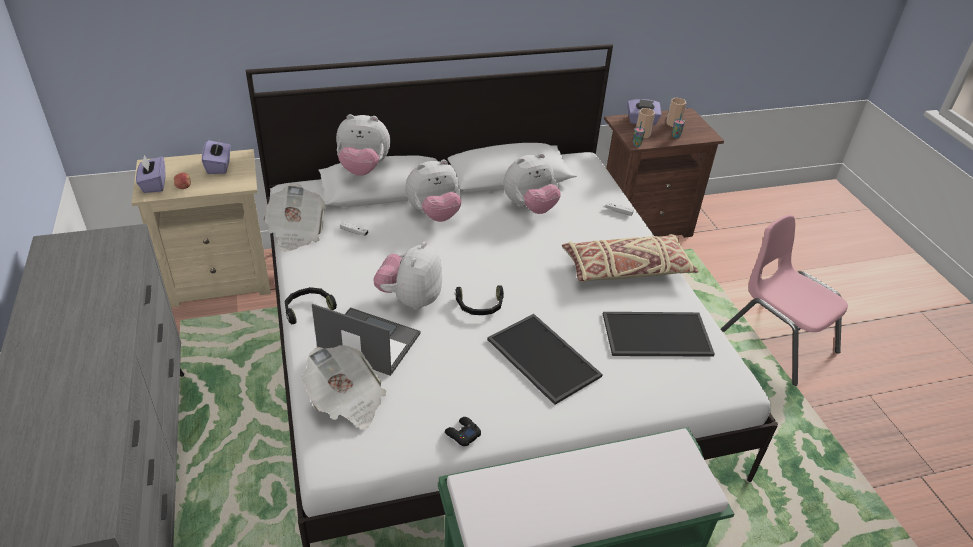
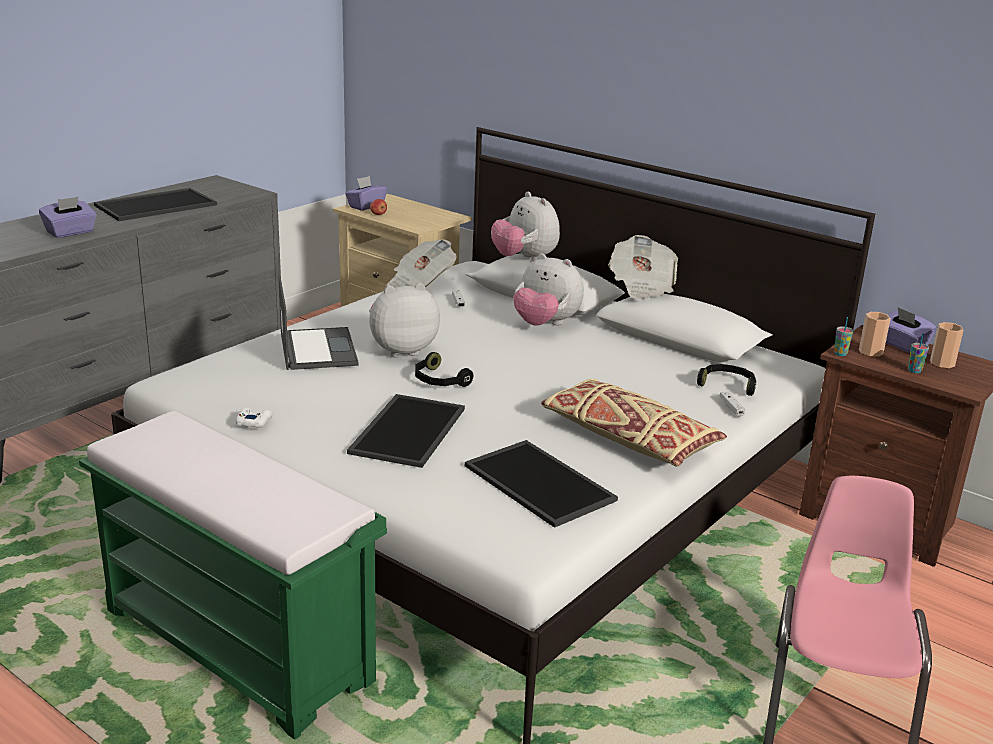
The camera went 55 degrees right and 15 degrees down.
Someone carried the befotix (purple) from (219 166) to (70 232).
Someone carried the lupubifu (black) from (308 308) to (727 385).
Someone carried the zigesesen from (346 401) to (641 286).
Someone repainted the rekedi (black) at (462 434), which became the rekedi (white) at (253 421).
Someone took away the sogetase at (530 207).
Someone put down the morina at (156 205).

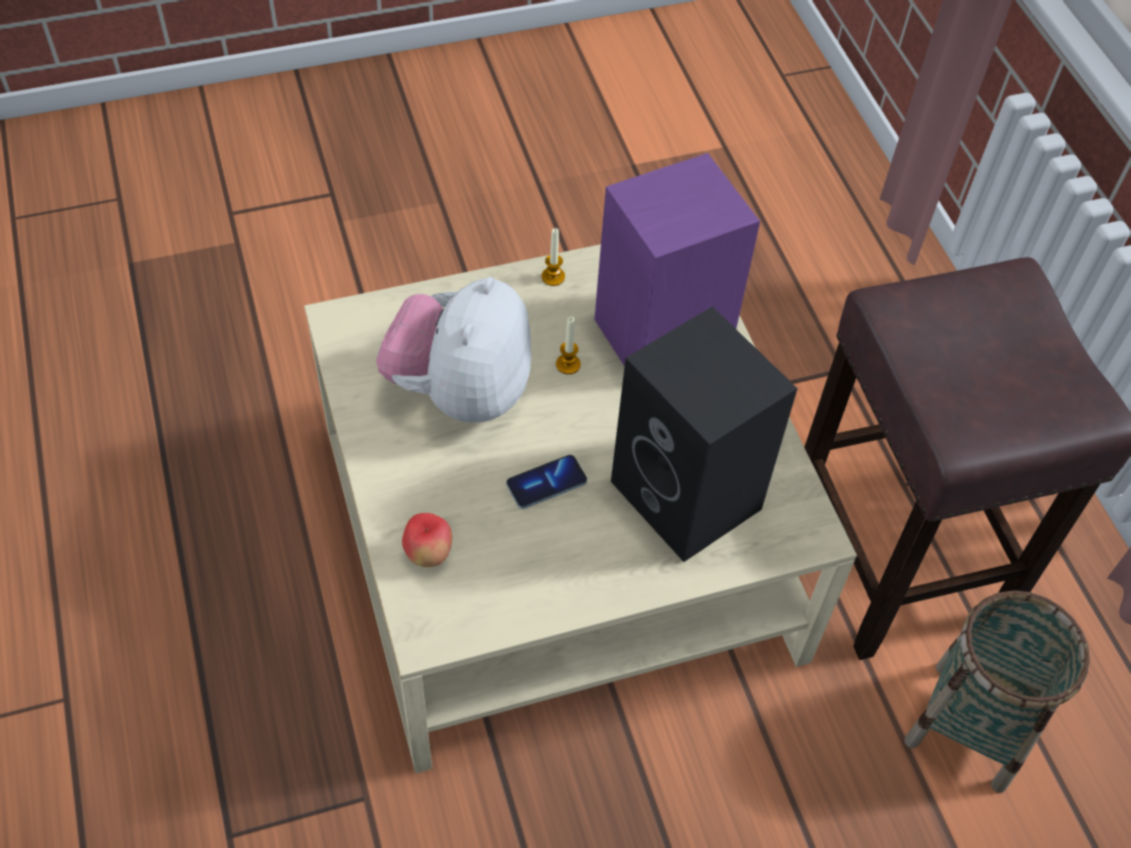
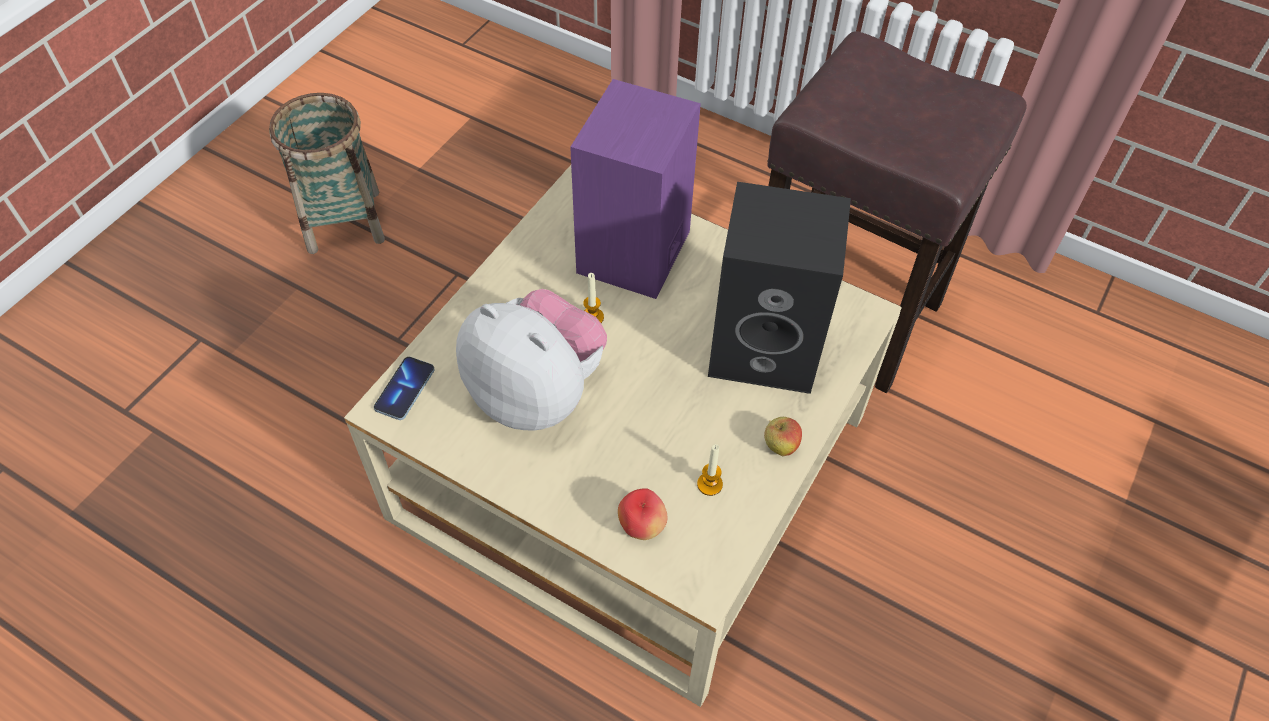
The camera went 40 degrees left and 0 degrees up.
Someone rotated the sogetase at (460 391) by 150 degrees clockwise.
Someone carried the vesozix from (546 483) to (405 389).
Someone carried the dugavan from (553 277) to (709 484).
Someone carried the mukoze from (970 726) to (344 221).
Someone put down the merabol at (780 446).

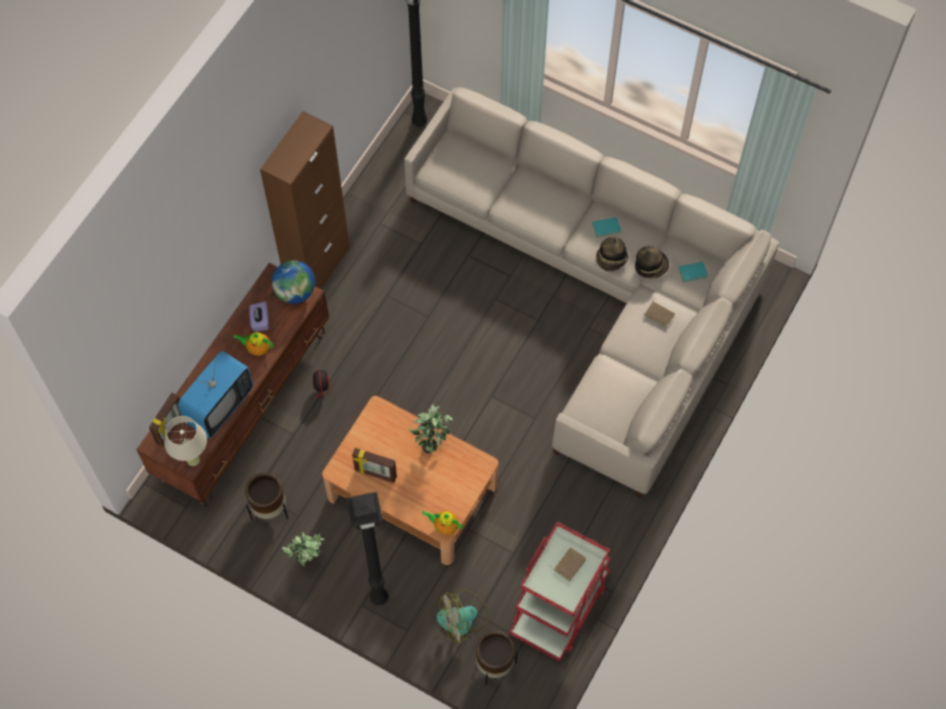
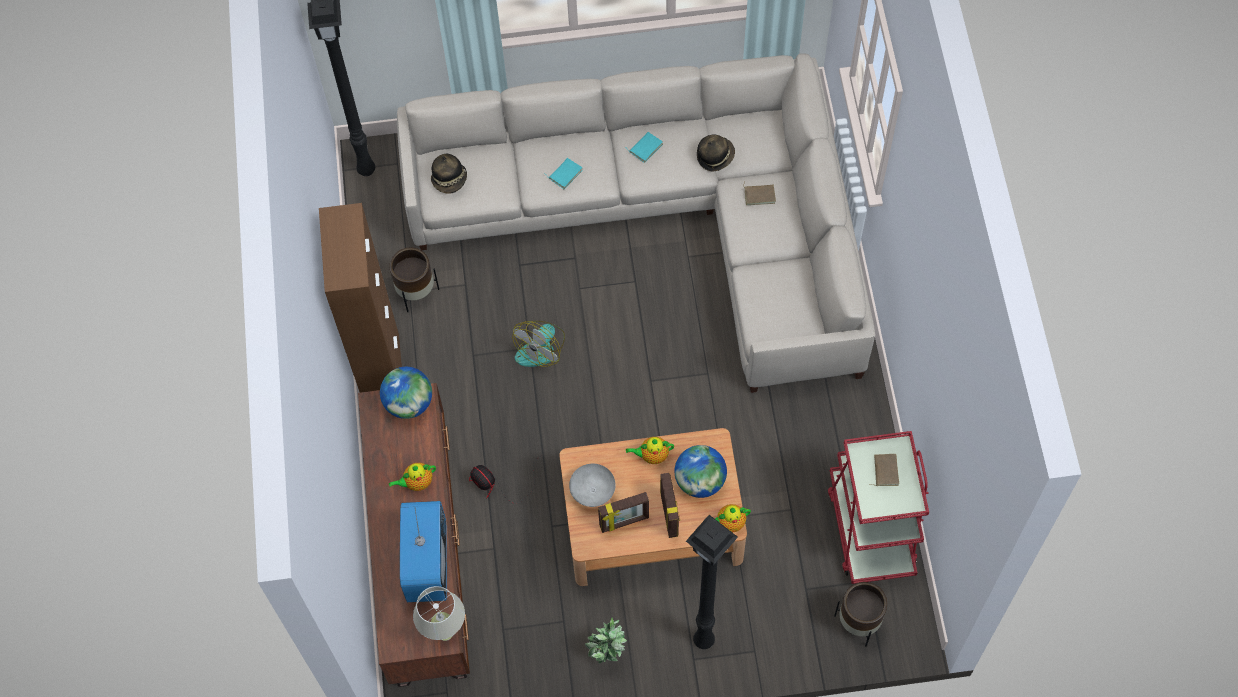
The camera went 35 degrees left and 0 degrees up.
Someone carried the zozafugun from (171 428) to (670 514).
Someone carried the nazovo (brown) from (269 508) to (416 292).
Someone took away the befotix (purple) at (260 321).
Someone swapped the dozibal at (432 442) for the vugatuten at (652 455).
Someone carried the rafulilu from (463 618) to (541 347).
Someone carried the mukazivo from (611 259) to (450 179).
Someone carried the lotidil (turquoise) from (692 271) to (565 173).
Someone put down the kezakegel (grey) at (593 490).
Someone put down the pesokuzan at (700 481).

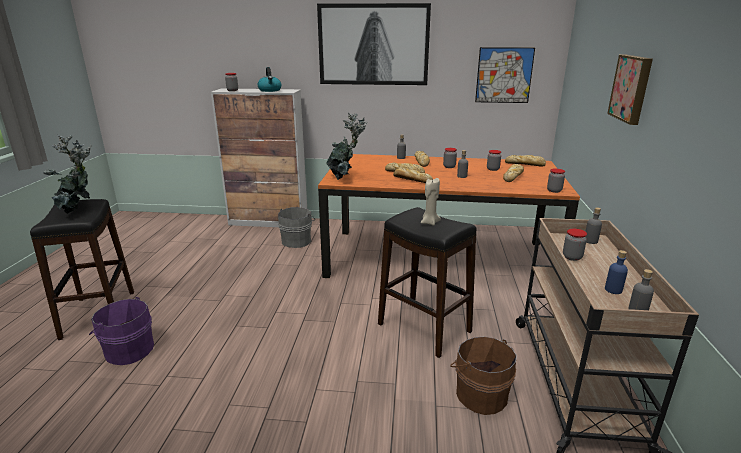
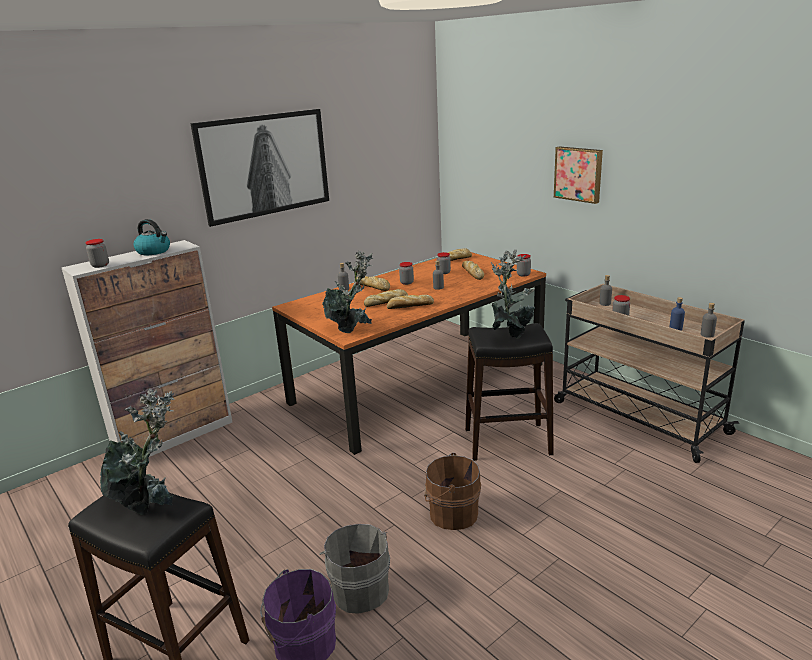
The camera went 45 degrees left and 0 degrees up.
Someone carried the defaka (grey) from (297 241) to (360 588).
Someone swapped the dugavan (beige) at (429 222) for the dozibal at (511 335).
Someone carried the defaka (brown) from (480 394) to (451 513).
Someone took away the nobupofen at (504 75).

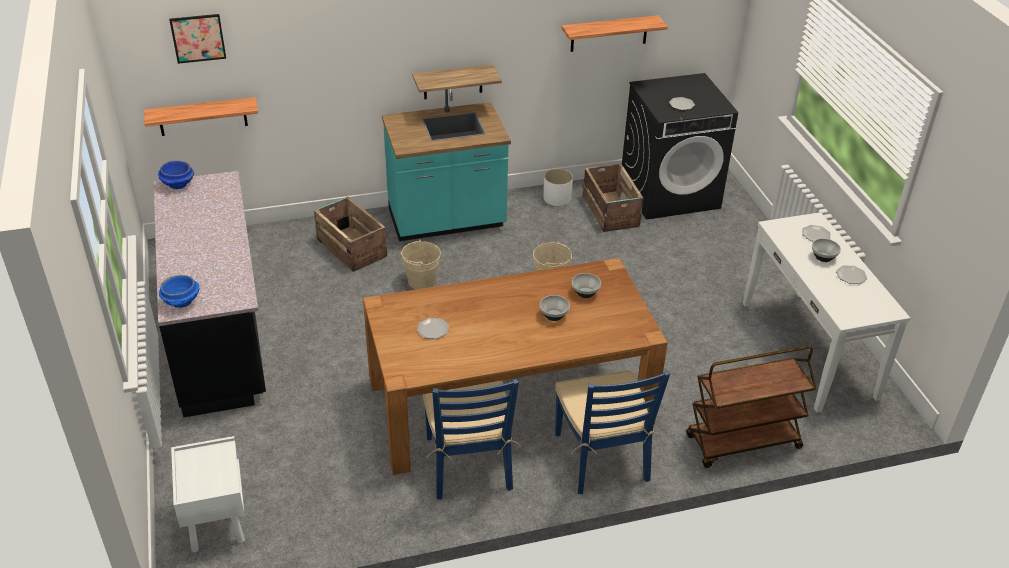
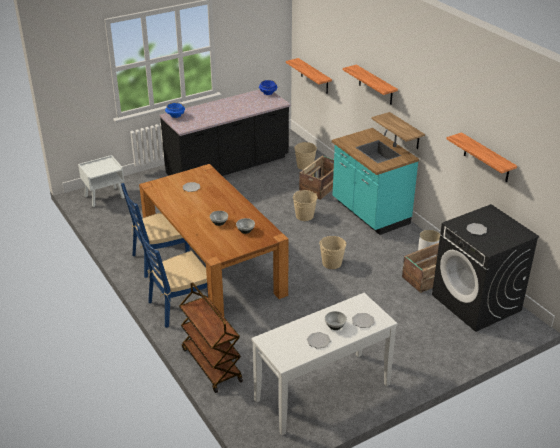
The camera went 75 degrees right and 5 degrees down.
Someone took away the nobupofen at (198 38).
Someone put down the defaka (beige) at (305 166).
Someone put up the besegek at (375 85).

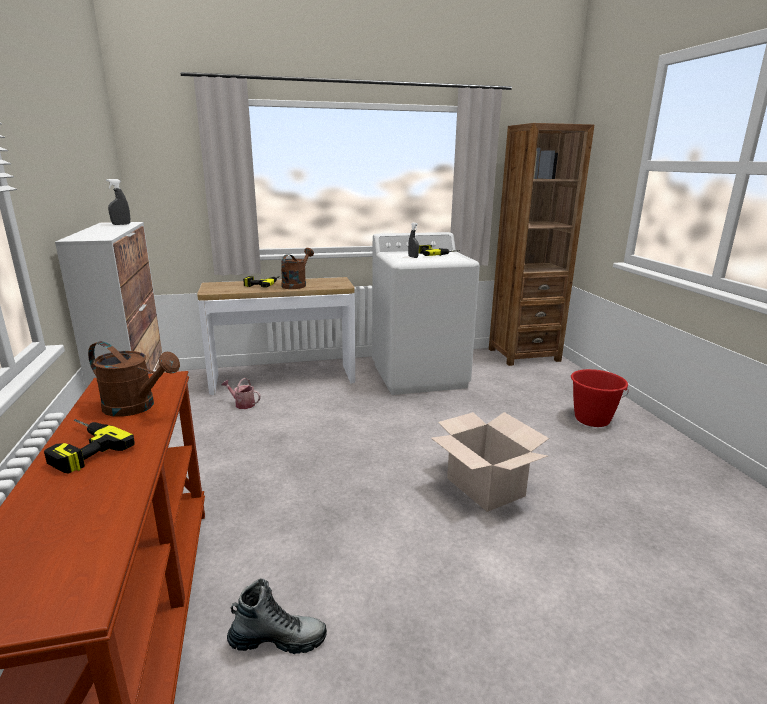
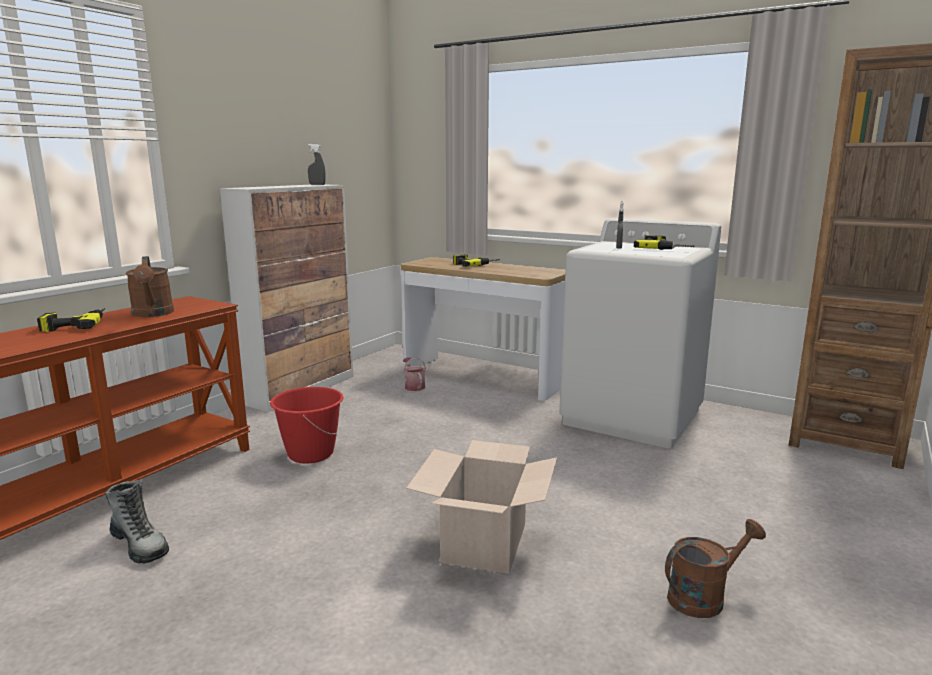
The camera went 45 degrees right and 5 degrees down.
Someone carried the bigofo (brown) from (296 285) to (703 596).
Someone carried the defaka (red) from (592 419) to (310 454).

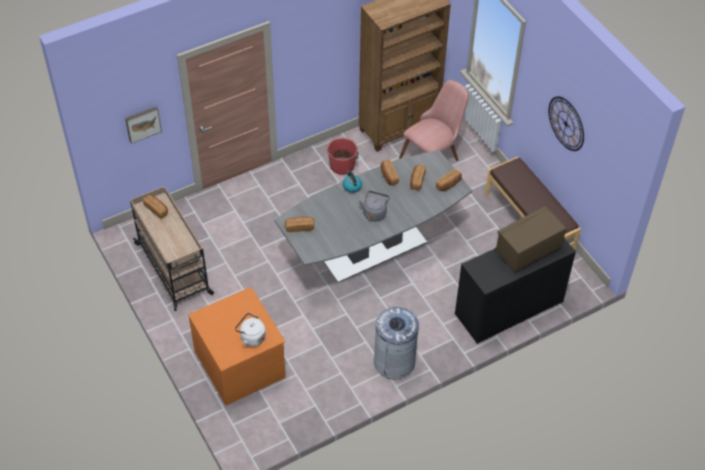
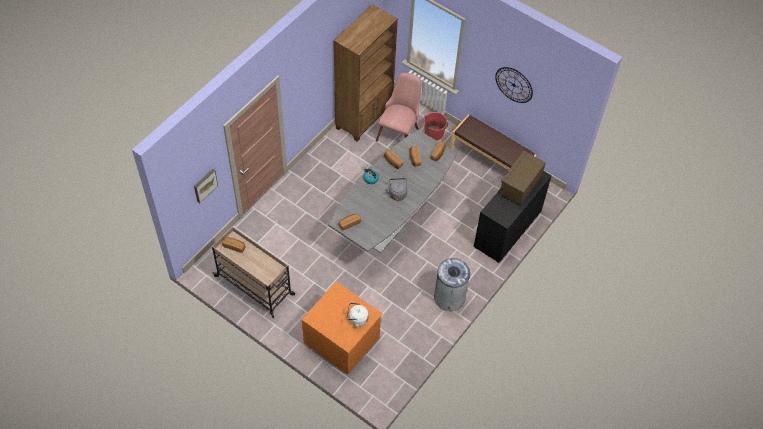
The camera went 25 degrees left and 5 degrees up.
Someone carried the defaka (red) from (342 165) to (434 133).

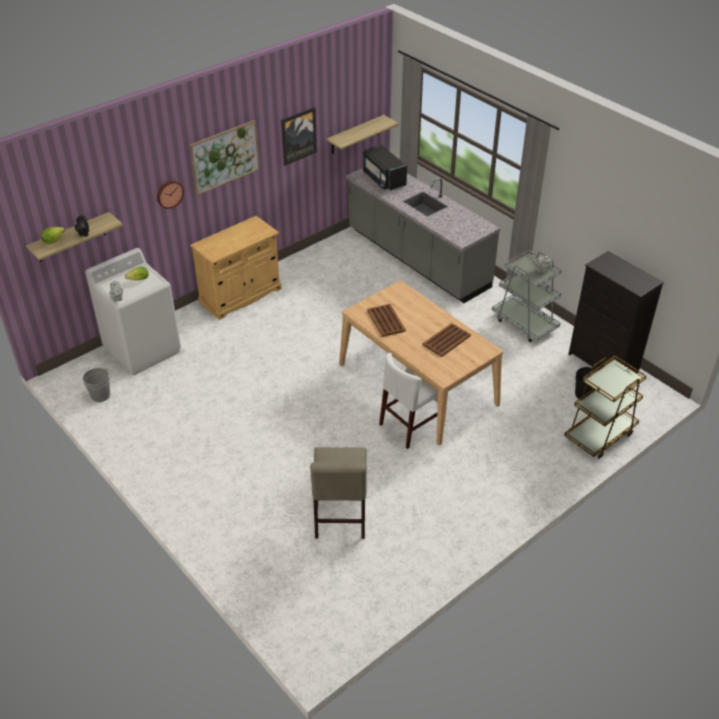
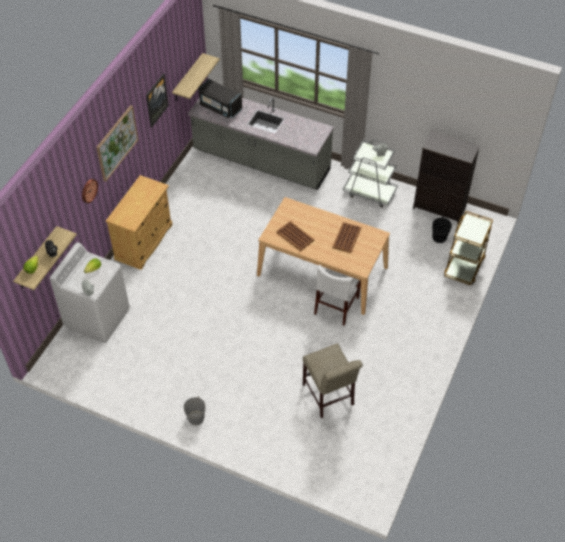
The camera went 25 degrees left and 10 degrees up.
Someone carried the defaka (grey) from (100 395) to (196 418).

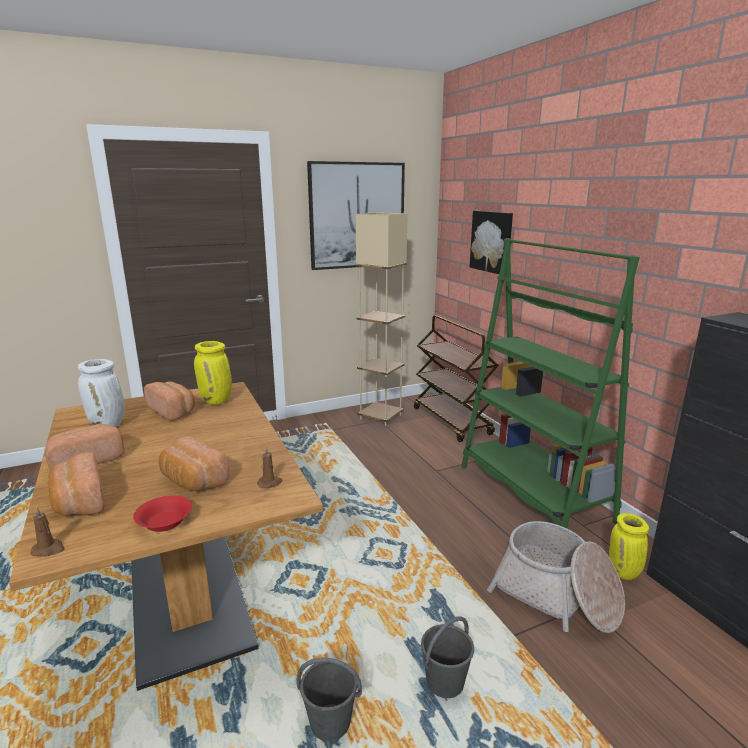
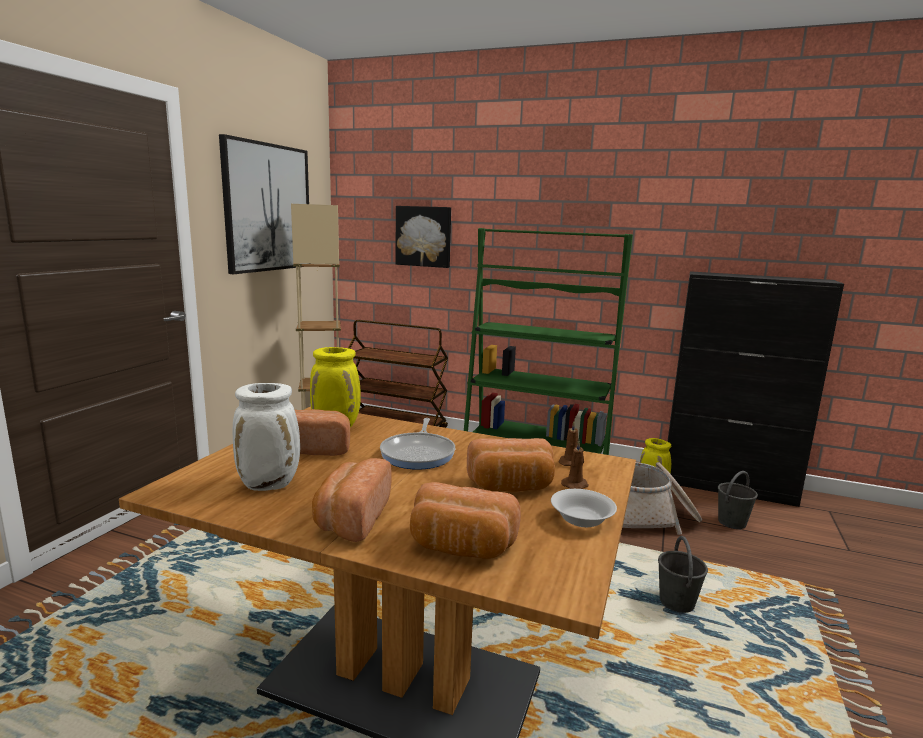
The camera went 45 degrees left and 5 degrees down.
Someone carried the dugavan (brown) from (49 549) to (575 485).
Someone repainted the kezakegel (red) at (165 523), which became the kezakegel (white) at (580 519).
Someone carried the defaka (grey) from (331 723) to (732 522).
Someone put down the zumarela at (419 453).

